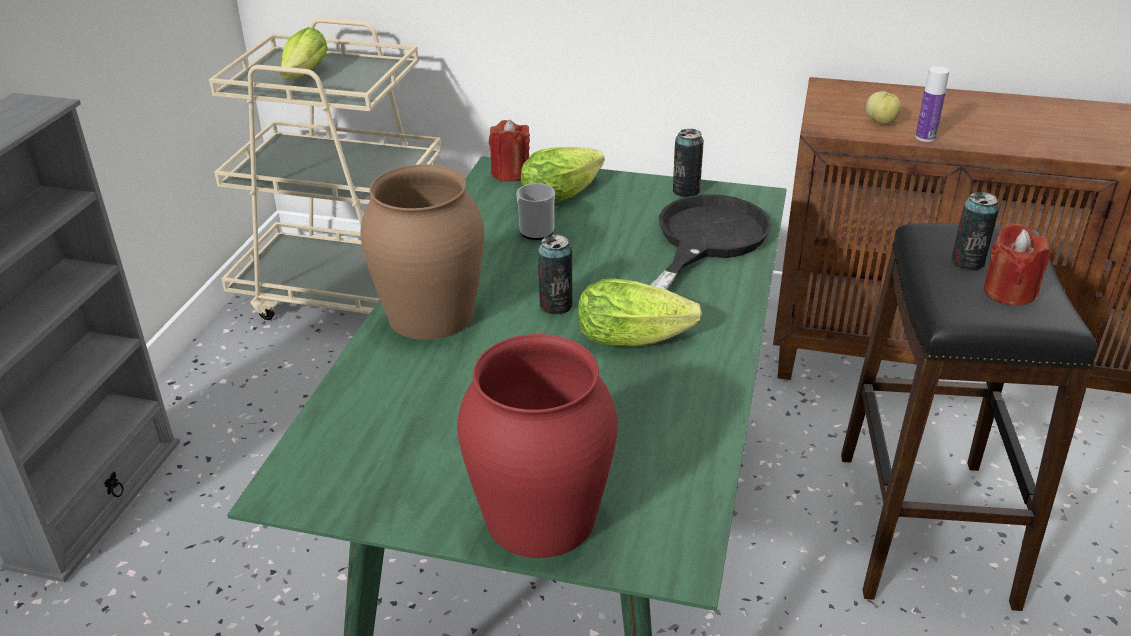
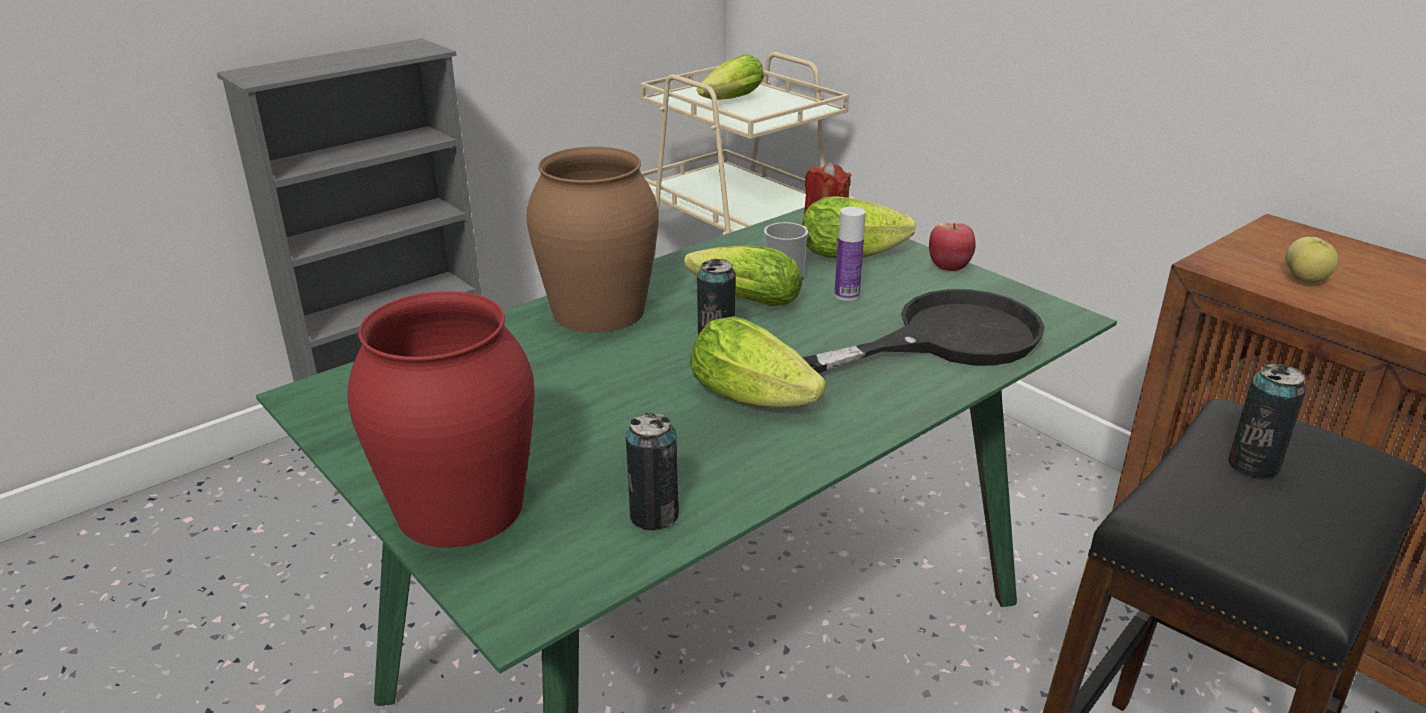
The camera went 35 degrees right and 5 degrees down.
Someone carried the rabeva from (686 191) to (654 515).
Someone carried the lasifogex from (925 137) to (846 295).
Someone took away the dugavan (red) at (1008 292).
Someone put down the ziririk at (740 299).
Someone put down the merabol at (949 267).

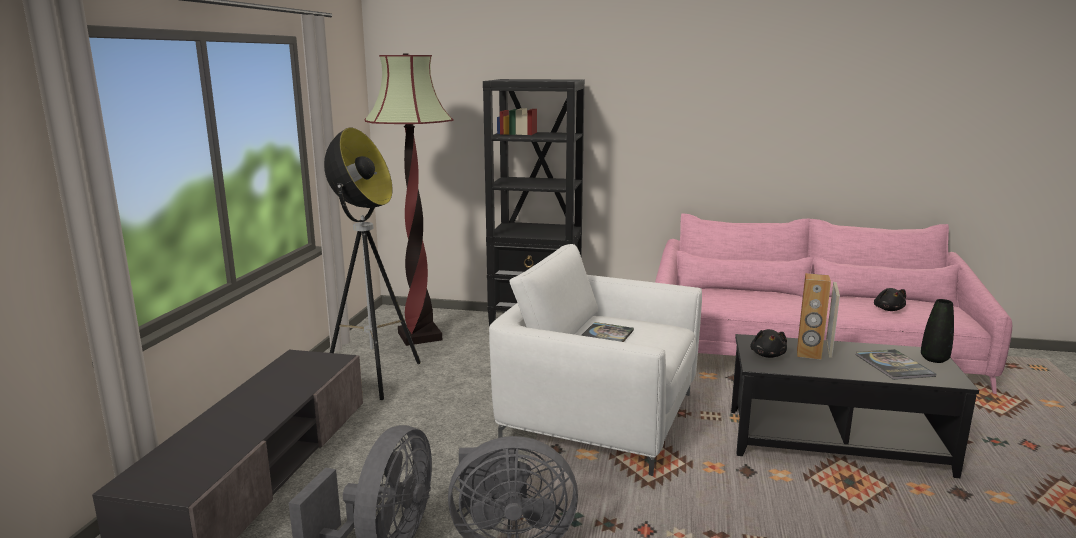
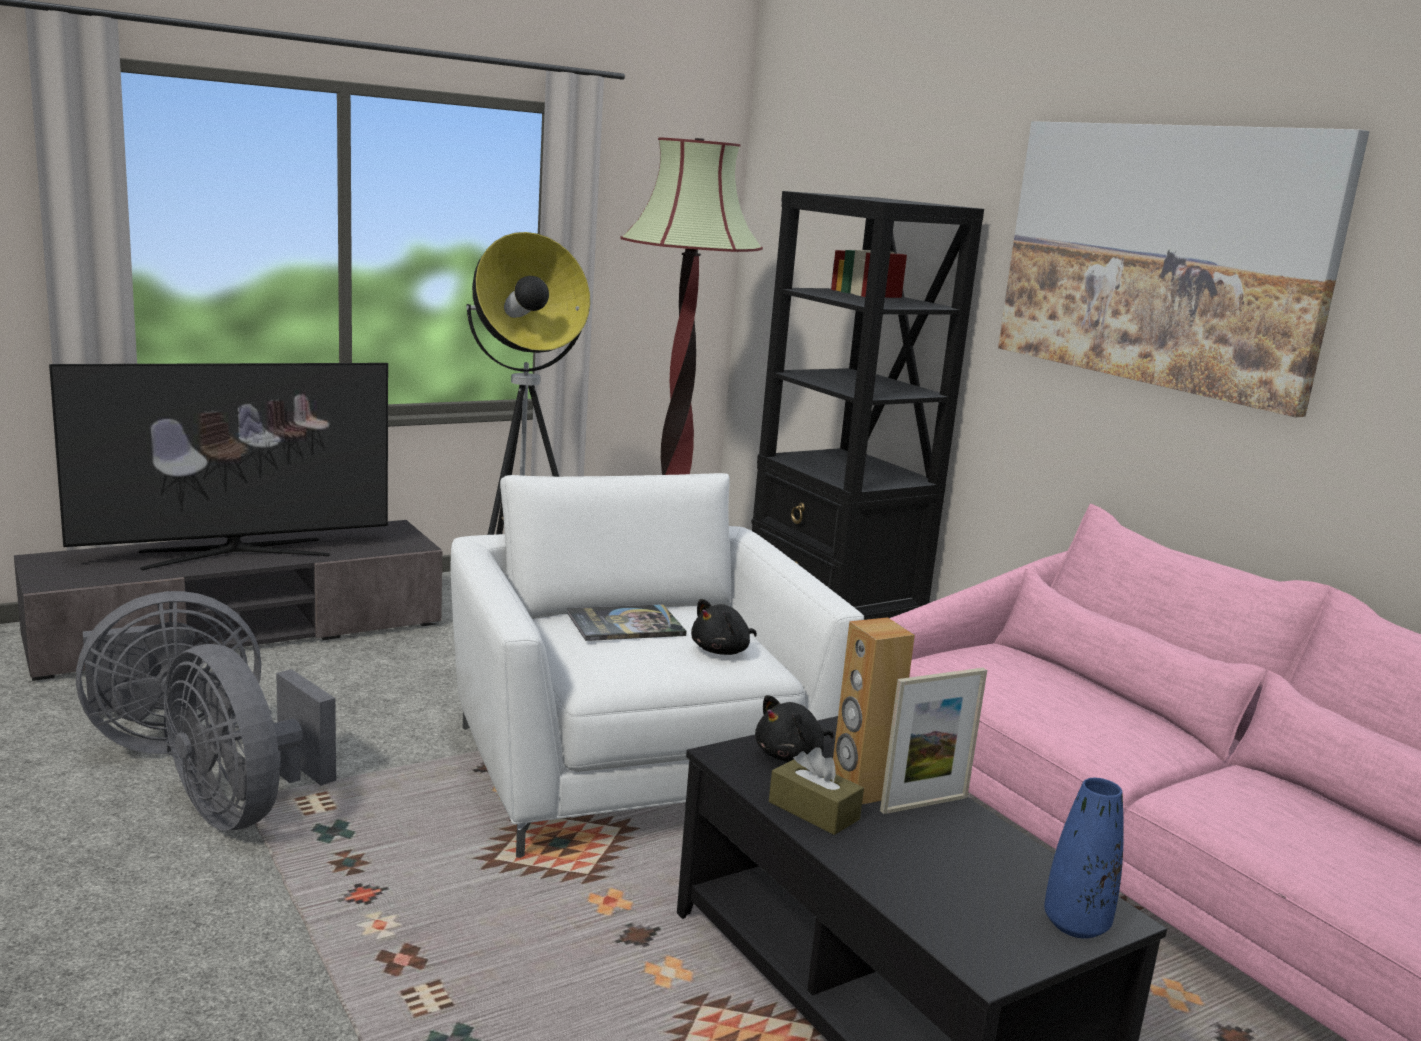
The camera went 45 degrees right and 0 degrees up.
Someone took away the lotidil at (894 365).
Someone carried the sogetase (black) from (888 309) to (722 651).
Someone repainted the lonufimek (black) at (934 359), which became the lonufimek (blue) at (1076 925).
Someone put down the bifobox at (234 553).
Someone put down the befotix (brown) at (813 811).
Someone put up the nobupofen at (1161 256).

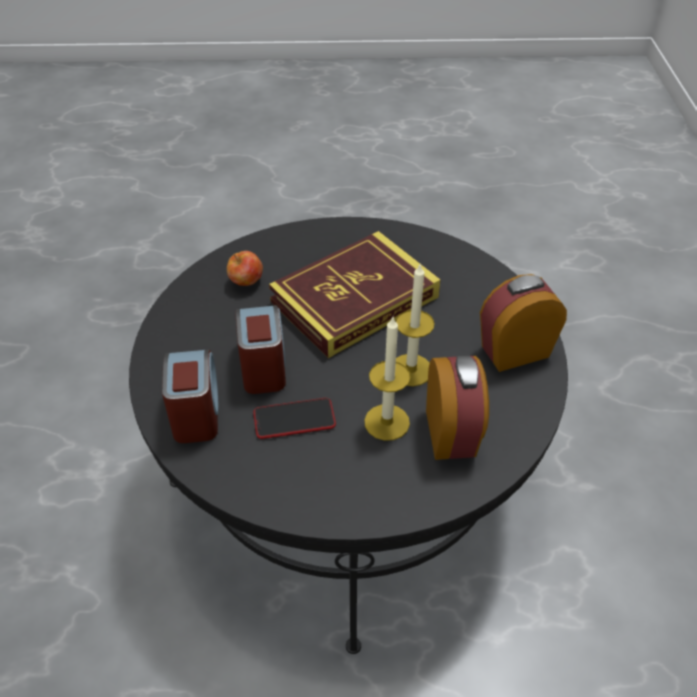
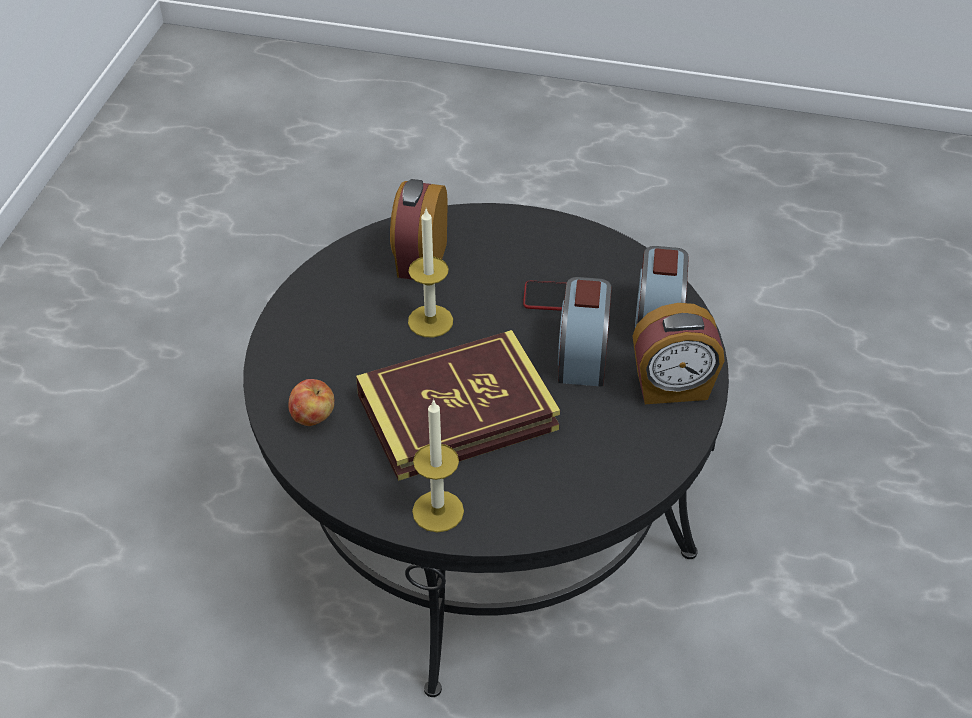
The camera went 165 degrees left and 0 degrees up.
Someone carried the merabol from (246 282) to (313 417).
Someone carried the dugavan from (387 422) to (438 511).
Someone carried the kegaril from (514 350) to (672 388).

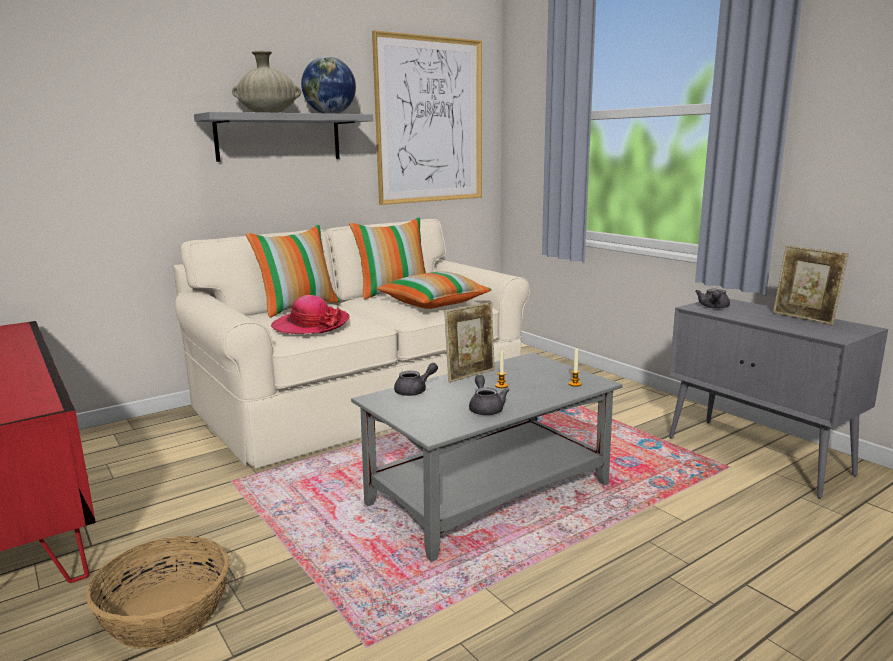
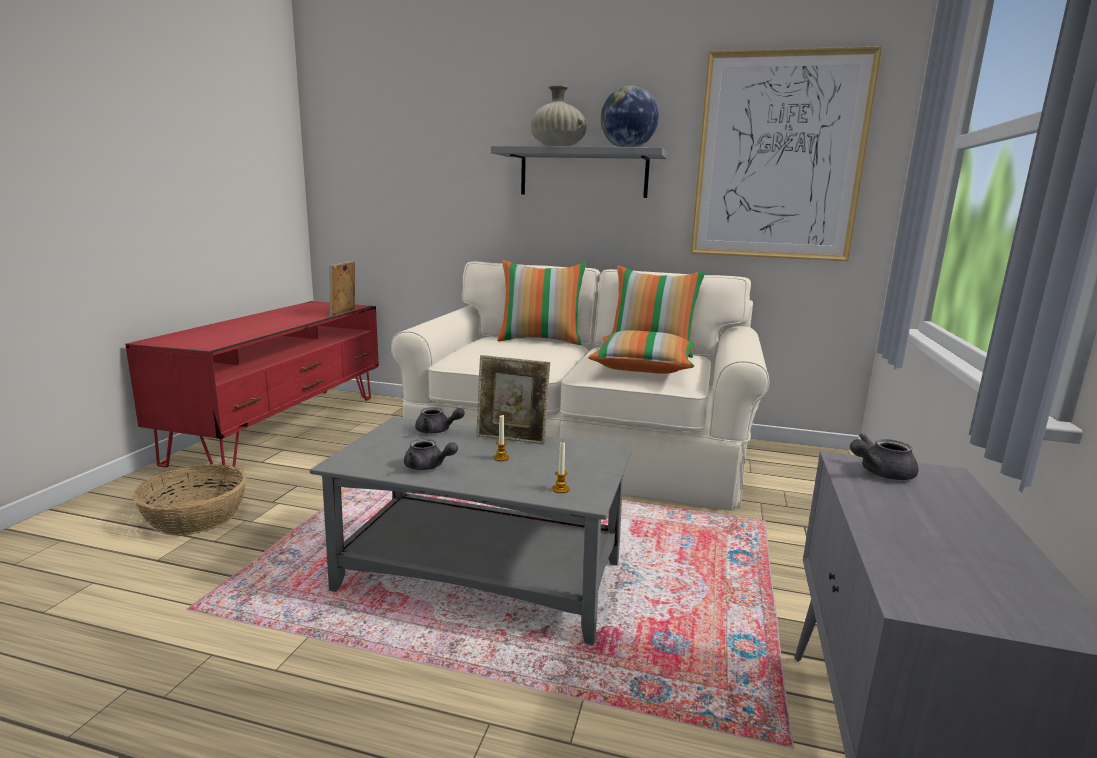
The camera went 50 degrees right and 0 degrees up.
Someone took away the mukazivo at (310 325).
Someone rotated the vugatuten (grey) at (486 408) by 75 degrees clockwise.
Someone carried the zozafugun from (804 318) to (344 313).

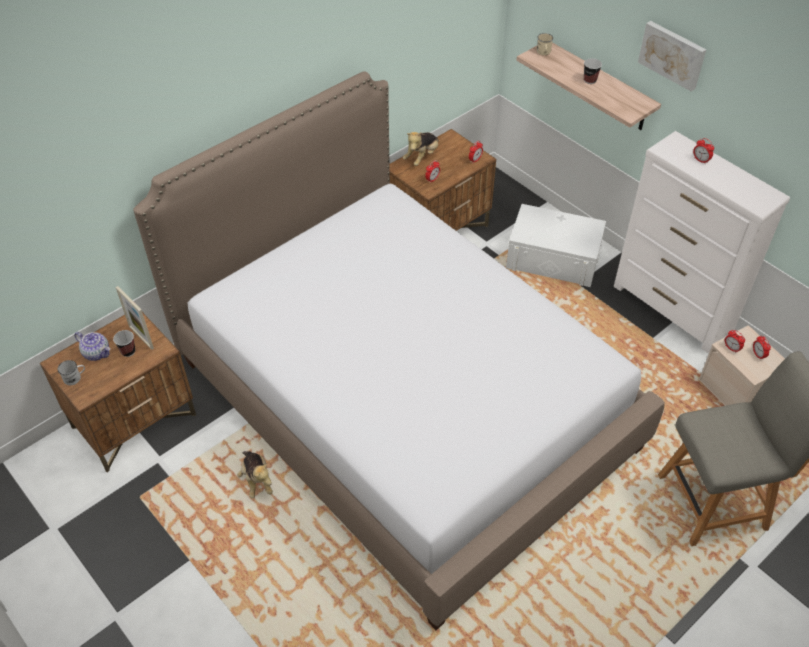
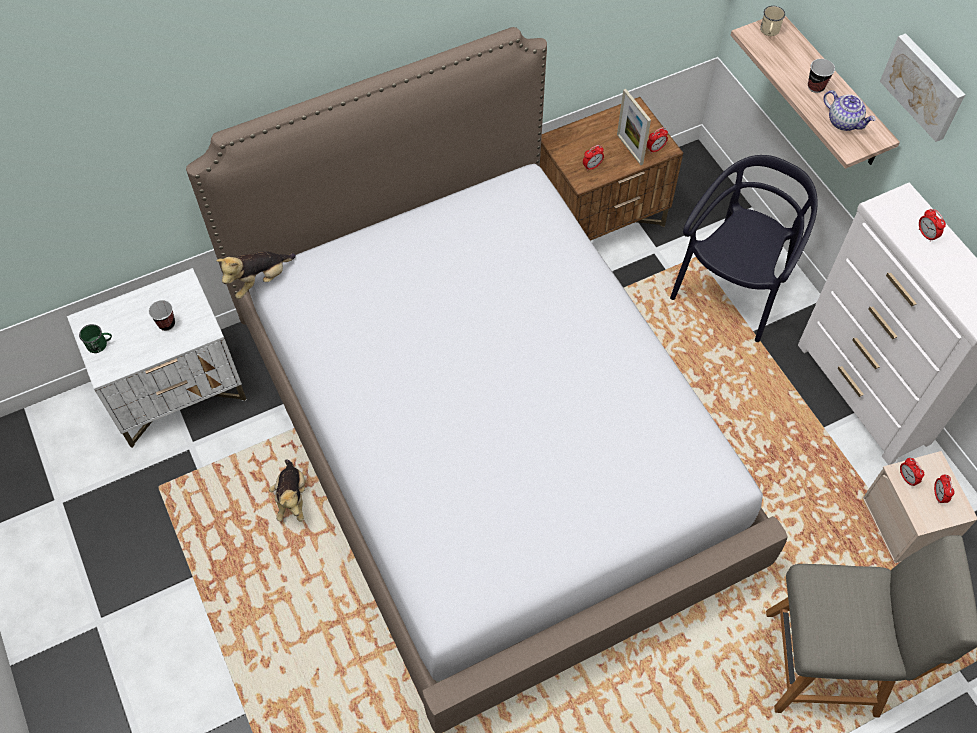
The camera went 15 degrees right and 10 degrees up.
Someone repainted the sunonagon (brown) at (135 420), which became the sunonagon (white) at (177 391).
Someone repainted the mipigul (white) at (75 377), which became the mipigul (green) at (100 344).
Someone carried the vugatuten from (97 353) to (844 122).
Someone carried the zozafugun from (141 337) to (629 149).
Someone carried the sogetase from (422 157) to (260 281).
Someone swapped the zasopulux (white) at (553 258) for the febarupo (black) at (733 289).

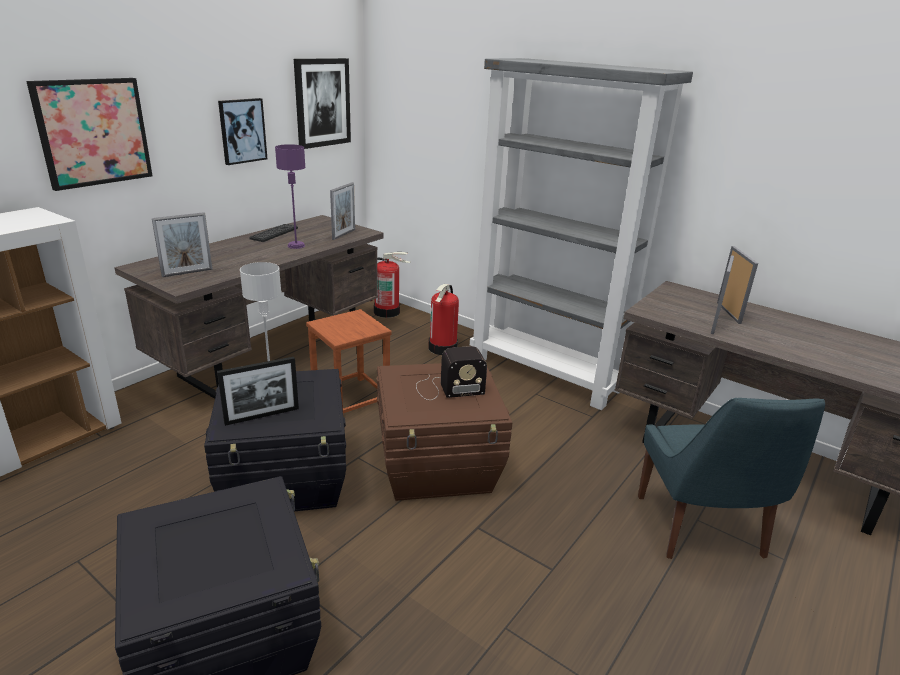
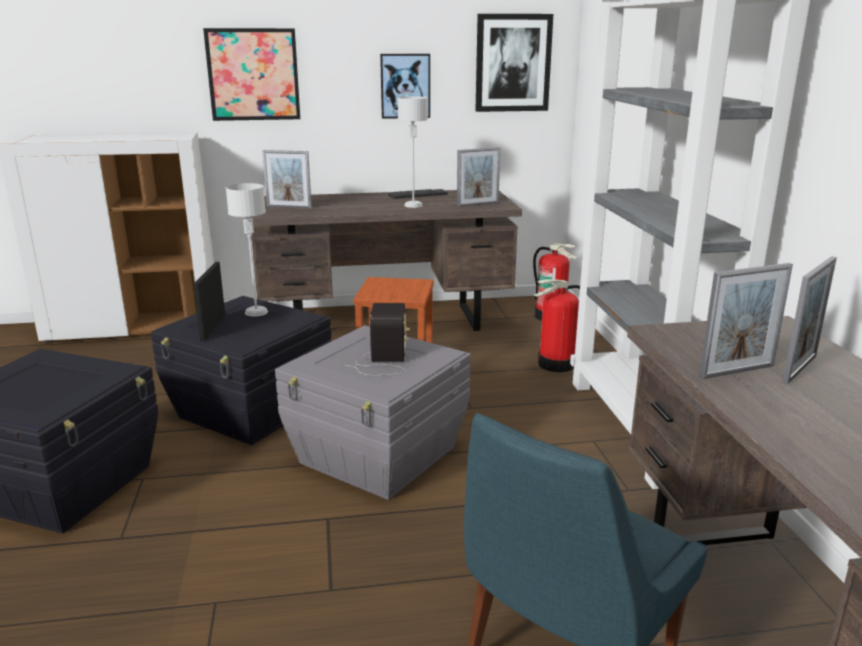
The camera went 45 degrees right and 5 degrees down.
Someone rotated the zozafugun at (262 416) by 75 degrees clockwise.
Someone repainted the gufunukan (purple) at (295 246), which became the gufunukan (grey) at (413 205).
Someone repainted the zasopulux (brown) at (438 466), which became the zasopulux (grey) at (378 456).
Someone rotated the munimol at (447 388) by 120 degrees counterclockwise.

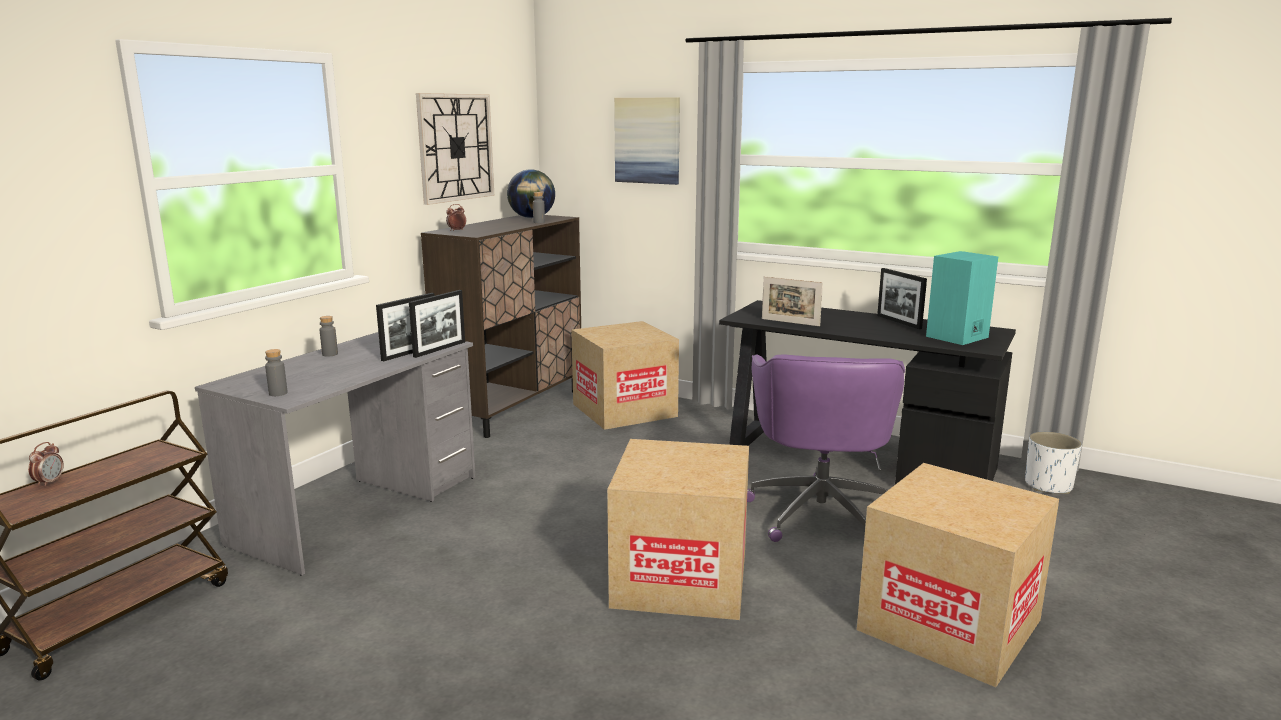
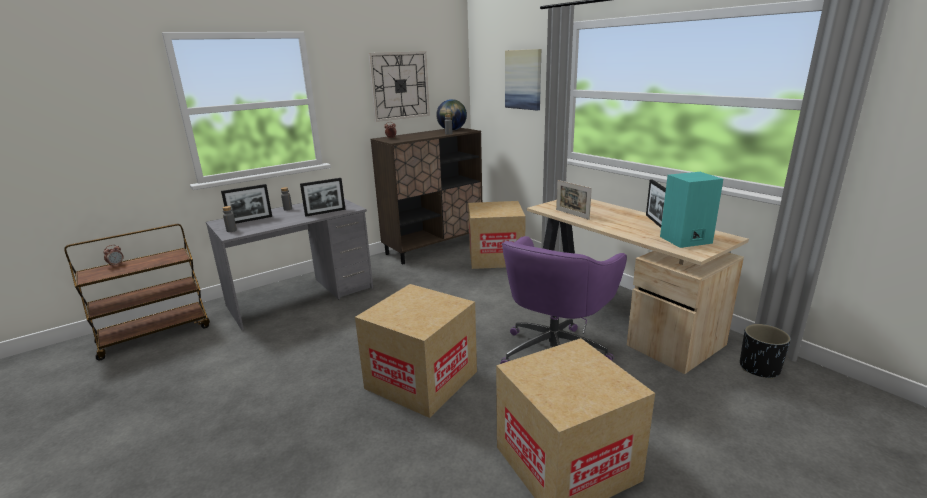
The camera went 25 degrees right and 5 degrees up.
Someone carried the zozafugun from (440 349) to (250 220).
Someone repainted the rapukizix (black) at (854 459), which became the rapukizix (beige) at (616 317).
Someone repainted the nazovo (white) at (1048 485), which became the nazovo (black) at (759 368).

